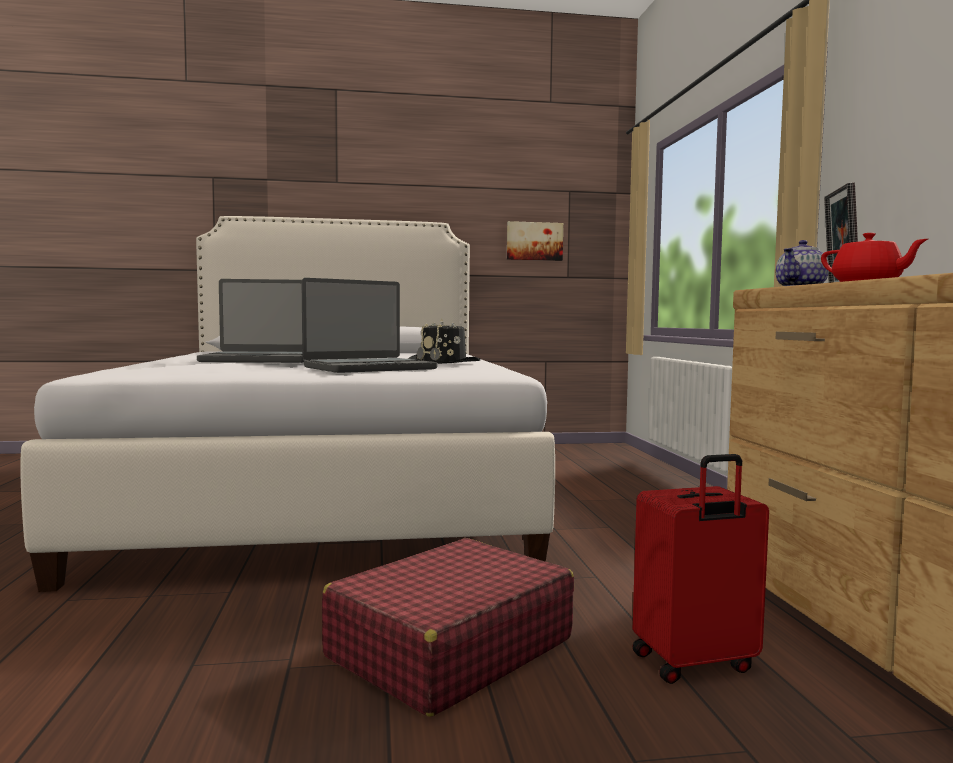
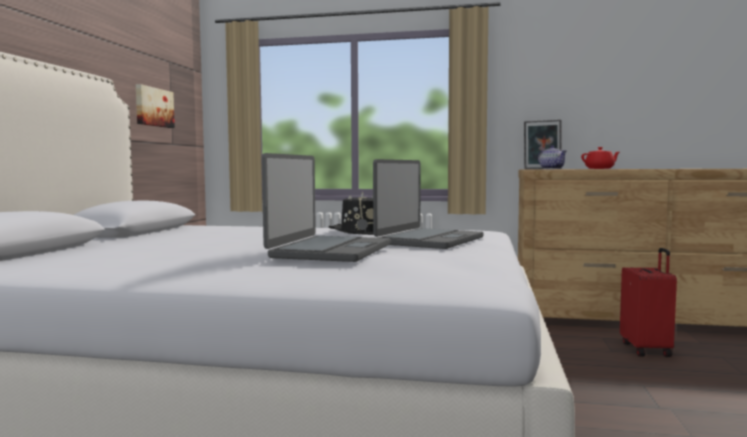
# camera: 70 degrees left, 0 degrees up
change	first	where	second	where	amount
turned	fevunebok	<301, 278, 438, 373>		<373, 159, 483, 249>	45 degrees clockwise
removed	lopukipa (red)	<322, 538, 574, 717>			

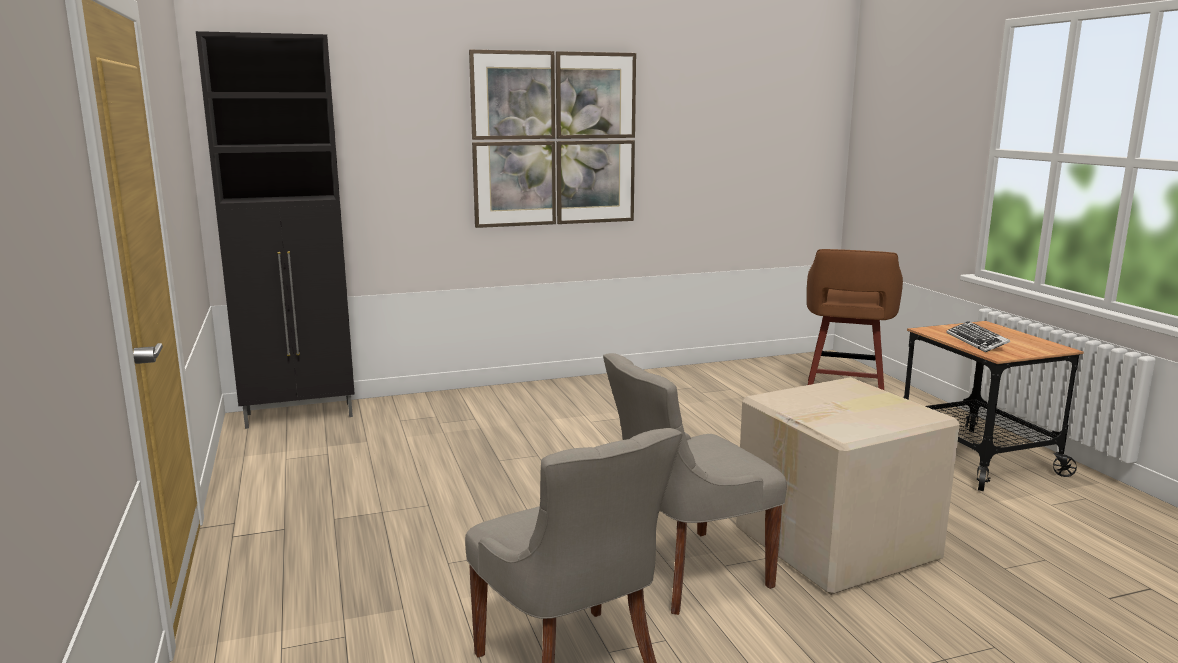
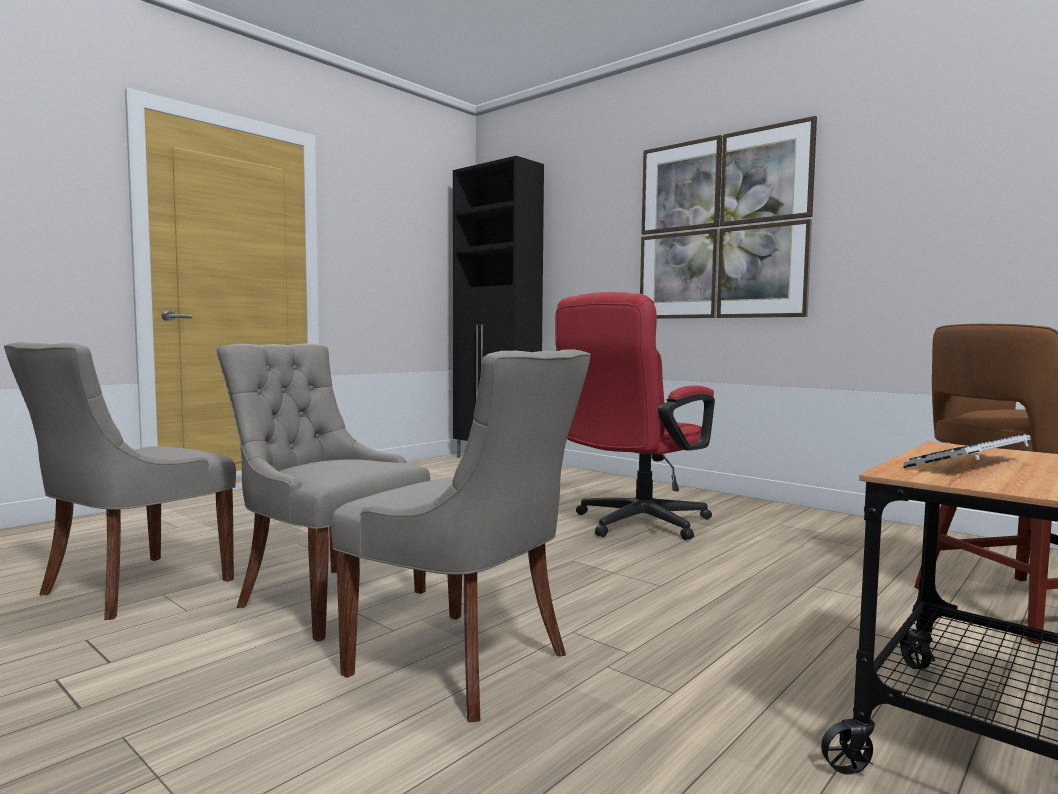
# camera: 60 degrees right, 10 degrees down
change	first	where	second	where	amount
replaced	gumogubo	<736, 377, 960, 595>	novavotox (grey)	<331, 349, 591, 722>	
added			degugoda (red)	<555, 292, 715, 540>	

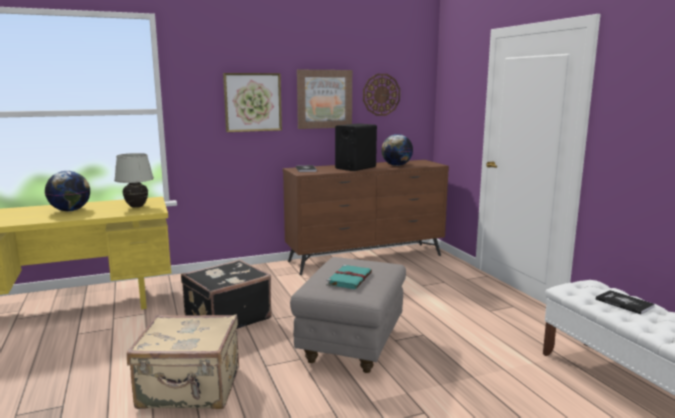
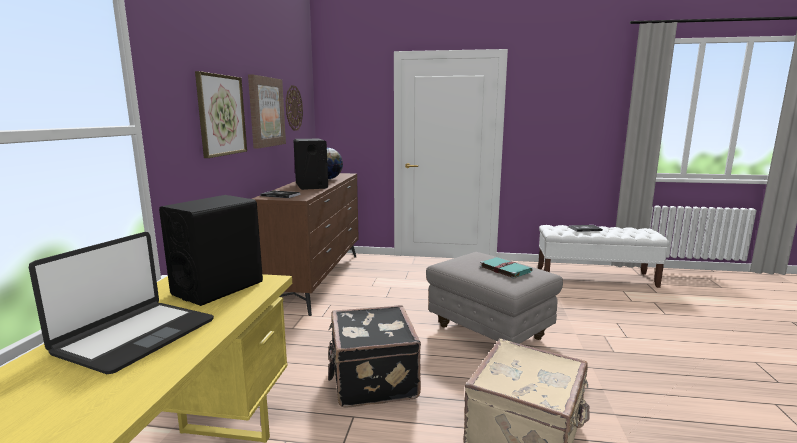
# camera: 60 degrees left, 0 degrees up
change	first	where	second	where	amount
replaced	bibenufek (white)	<114, 153, 154, 208>	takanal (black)	<159, 195, 263, 306>	
replaced	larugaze	<45, 171, 90, 211>	fevunebok	<29, 232, 214, 374>	

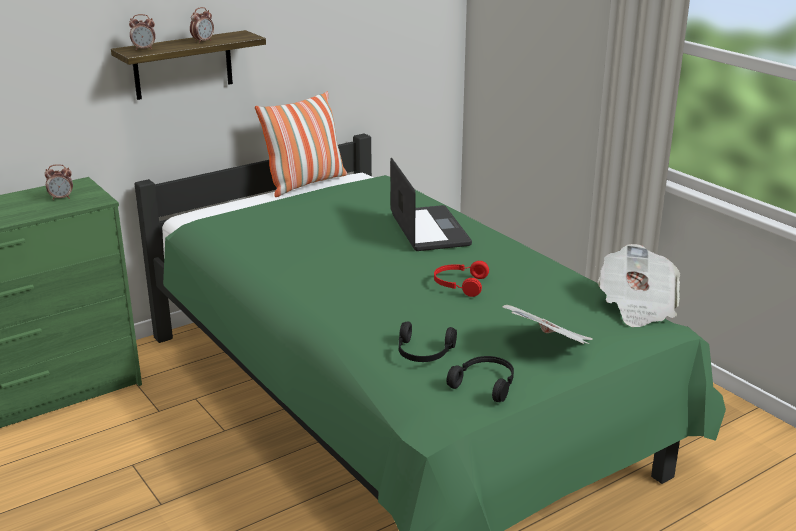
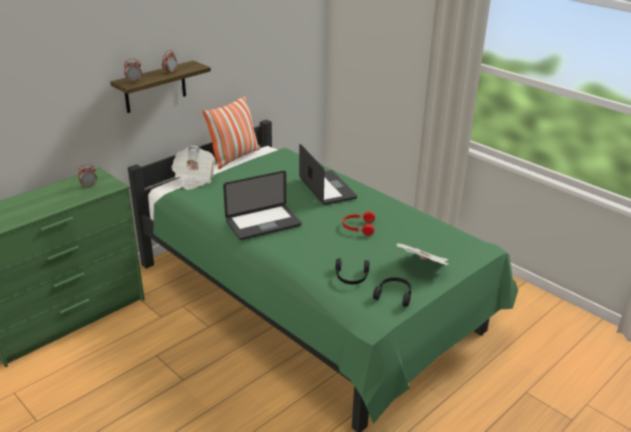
# camera: 10 degrees left, 5 degrees up
change	first	where	second	where	amount
moved	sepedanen	<598, 244, 680, 327>		<171, 146, 215, 190>	
added			fevunebok	<223, 171, 302, 240>	

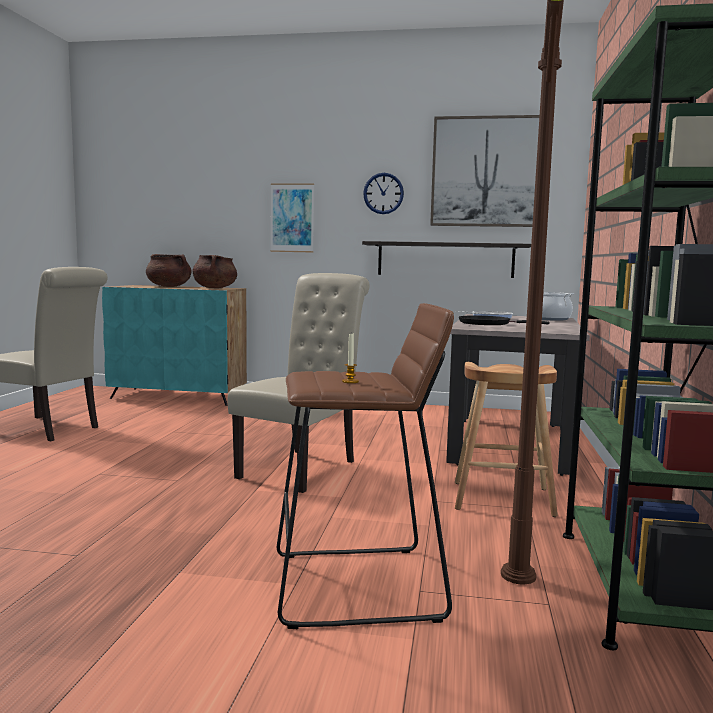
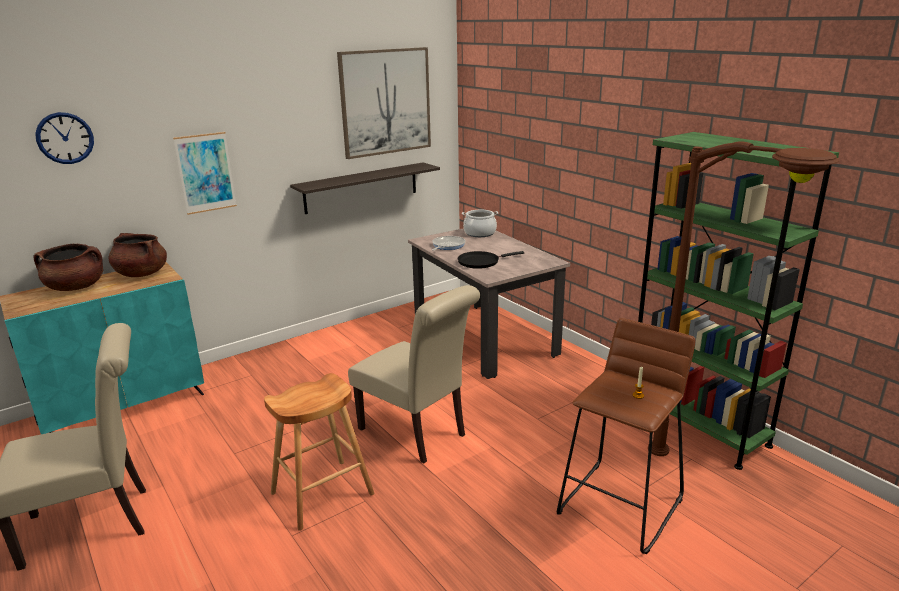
# camera: 45 degrees left, 15 degrees up
change	first	where	second	where	amount
moved	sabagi	<363, 173, 404, 214>		<35, 112, 94, 164>	
turned	novavotox (beige)	<228, 273, 370, 493>		<348, 285, 480, 463>	150 degrees clockwise
moved	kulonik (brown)	<455, 362, 558, 517>		<264, 373, 374, 531>	

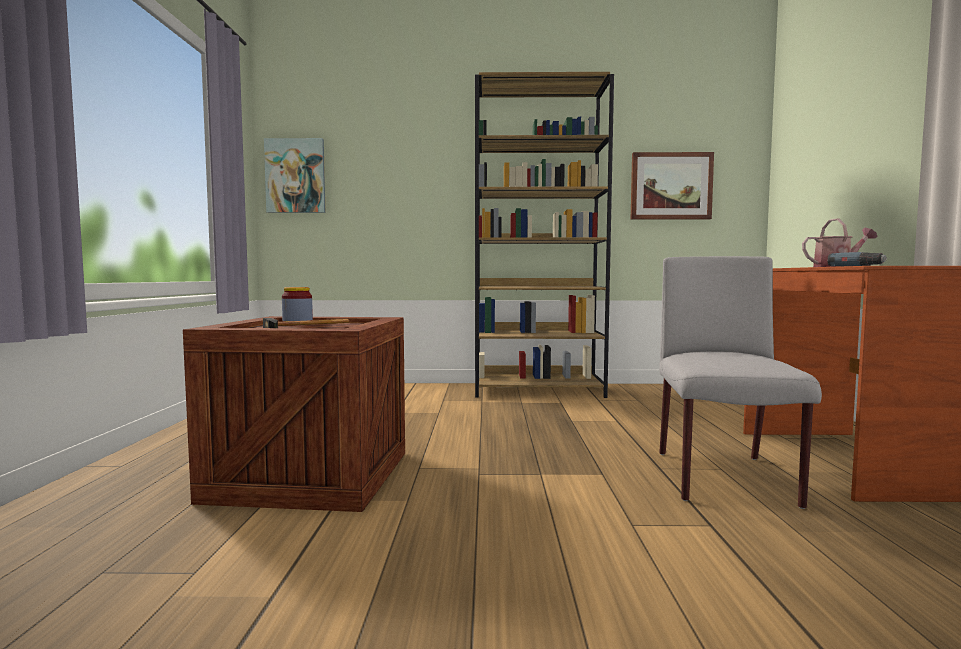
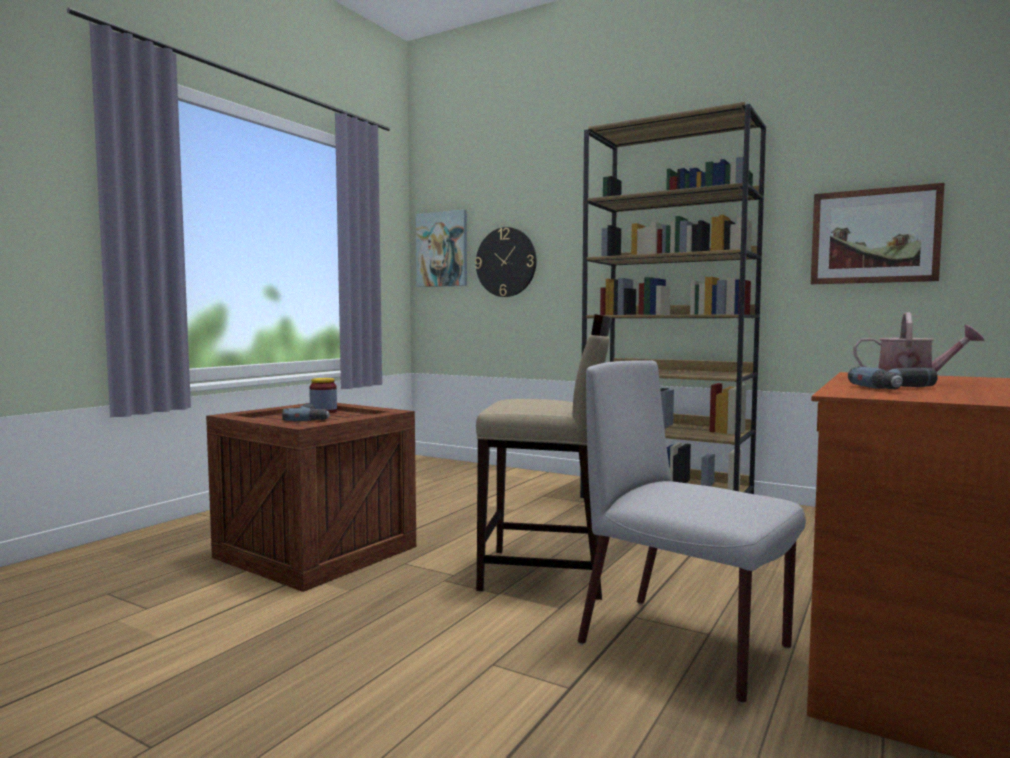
# camera: 30 degrees right, 0 degrees up
change	first	where	second	where	amount
turned	novavotox (grey)	<659, 256, 822, 509>		<578, 360, 806, 703>	90 degrees counterclockwise
replaced	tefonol	<263, 318, 349, 328>	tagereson	<282, 404, 330, 421>	
added			sabagi	<475, 227, 536, 297>	
added			kulonik (beige)	<476, 314, 612, 600>	

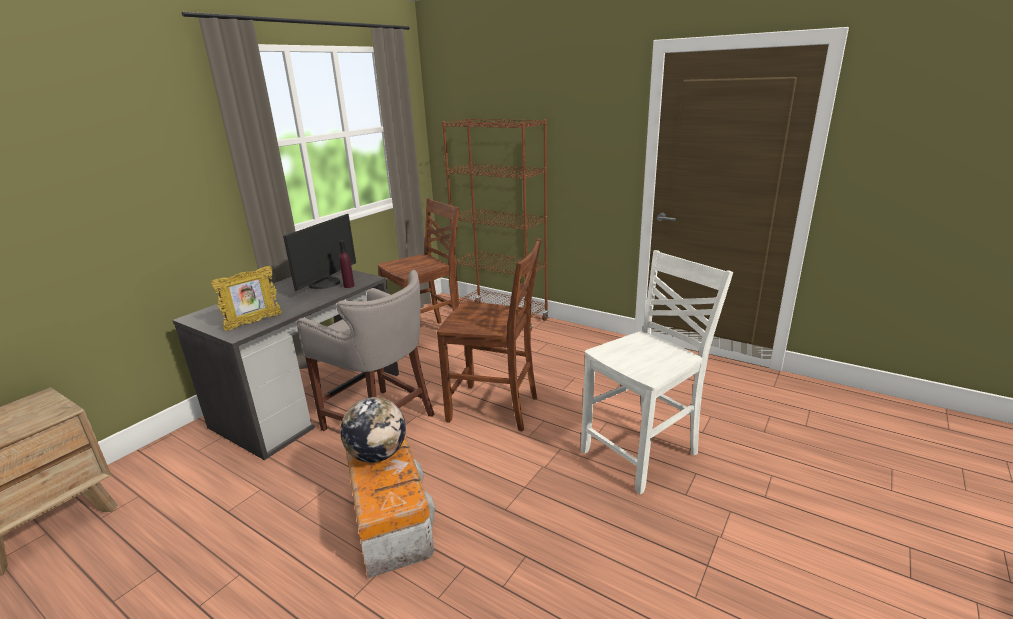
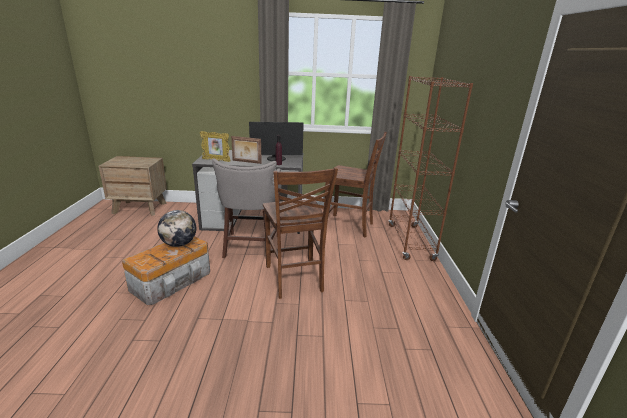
# camera: 55 degrees right, 0 degrees up
change	first	where	second	where	amount
removed	novavotox (white)	<581, 250, 733, 495>			
added			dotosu	<231, 136, 262, 164>	

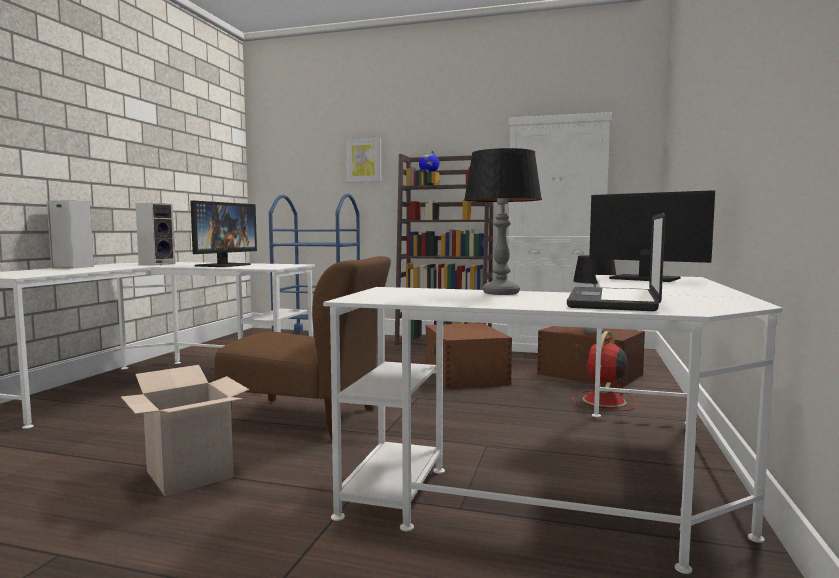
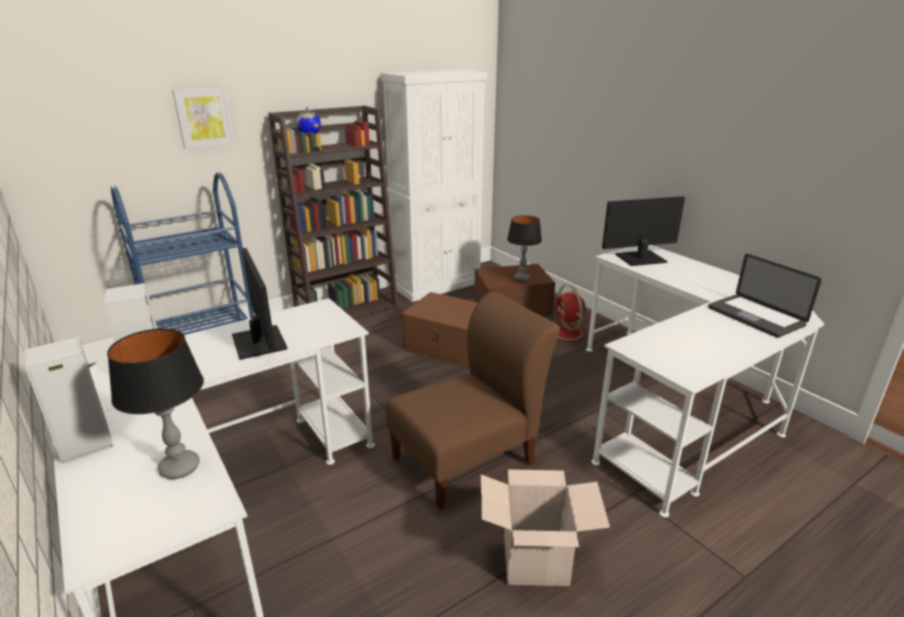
# camera: 50 degrees left, 20 degrees up
change	first	where	second	where	amount
moved	bibenufek	<464, 148, 542, 295>		<107, 328, 204, 479>	

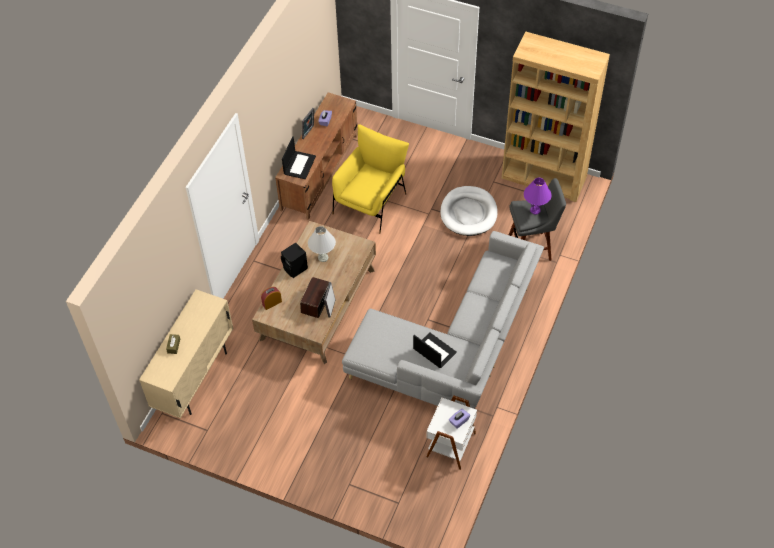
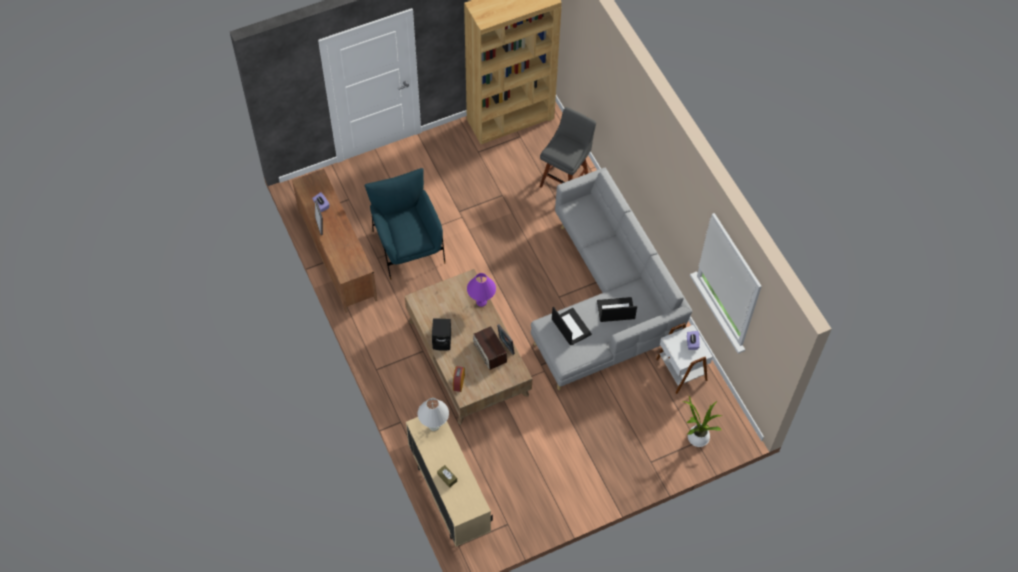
# camera: 50 degrees left, 5 degrees up
change	first	where	second	where	amount
recoloured	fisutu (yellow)	<332, 124, 409, 233>	fisutu (blue)	<365, 168, 445, 280>	
moved	fevunebok	<282, 136, 316, 179>		<552, 307, 592, 346>	
moved	bibenufek (purple)	<524, 178, 552, 215>		<467, 273, 496, 307>	
removed	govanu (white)	<440, 186, 498, 236>			
moved	bibenufek (white)	<308, 226, 336, 262>		<418, 398, 449, 431>	
added			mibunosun	<683, 396, 722, 447>	

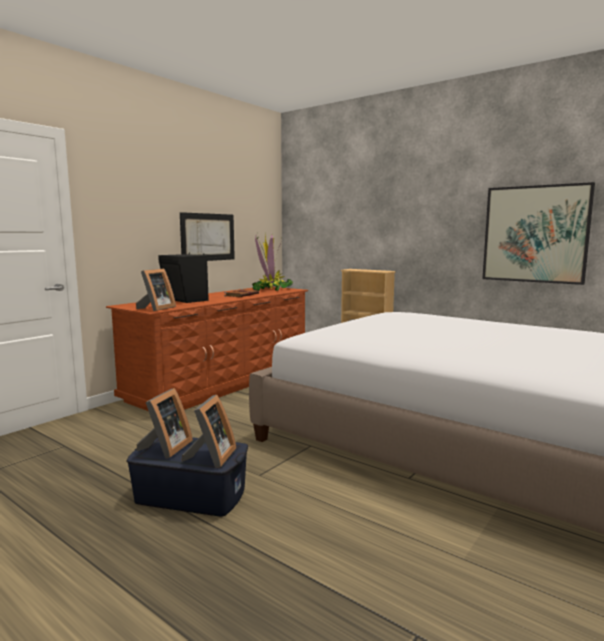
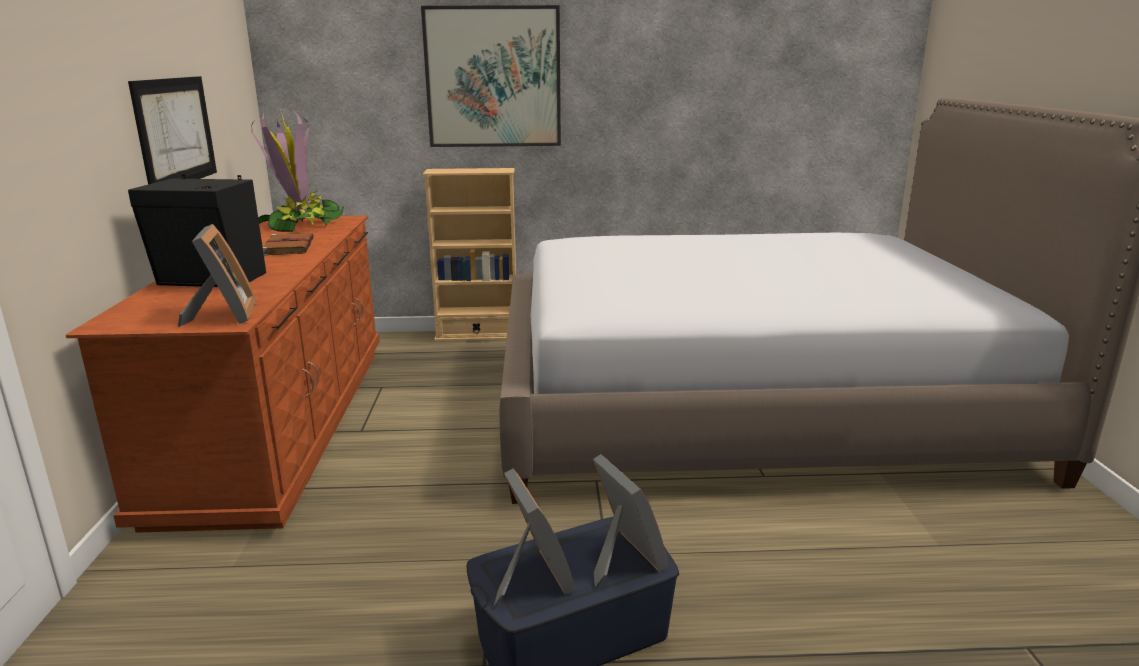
# camera: 40 degrees left, 10 degrees up
change	first	where	second	where	amount
moved	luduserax	<482, 182, 595, 285>		<421, 5, 561, 147>	

